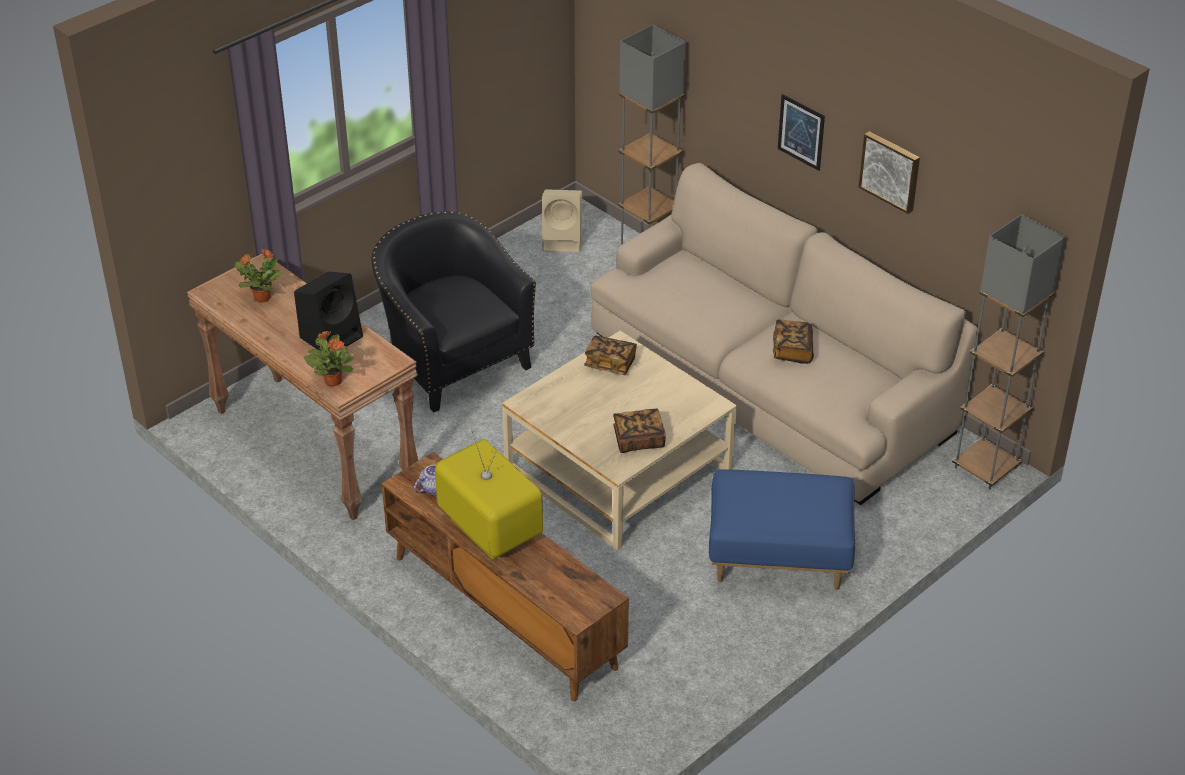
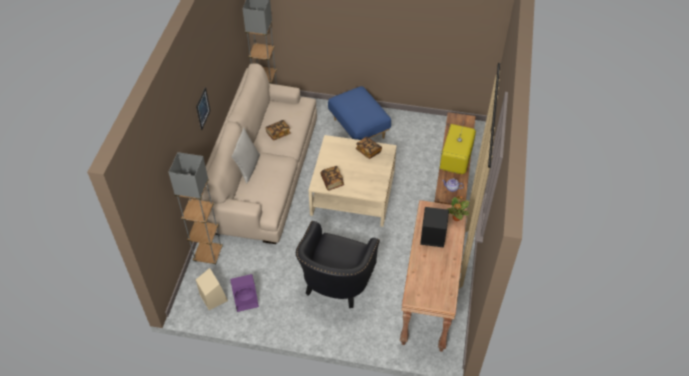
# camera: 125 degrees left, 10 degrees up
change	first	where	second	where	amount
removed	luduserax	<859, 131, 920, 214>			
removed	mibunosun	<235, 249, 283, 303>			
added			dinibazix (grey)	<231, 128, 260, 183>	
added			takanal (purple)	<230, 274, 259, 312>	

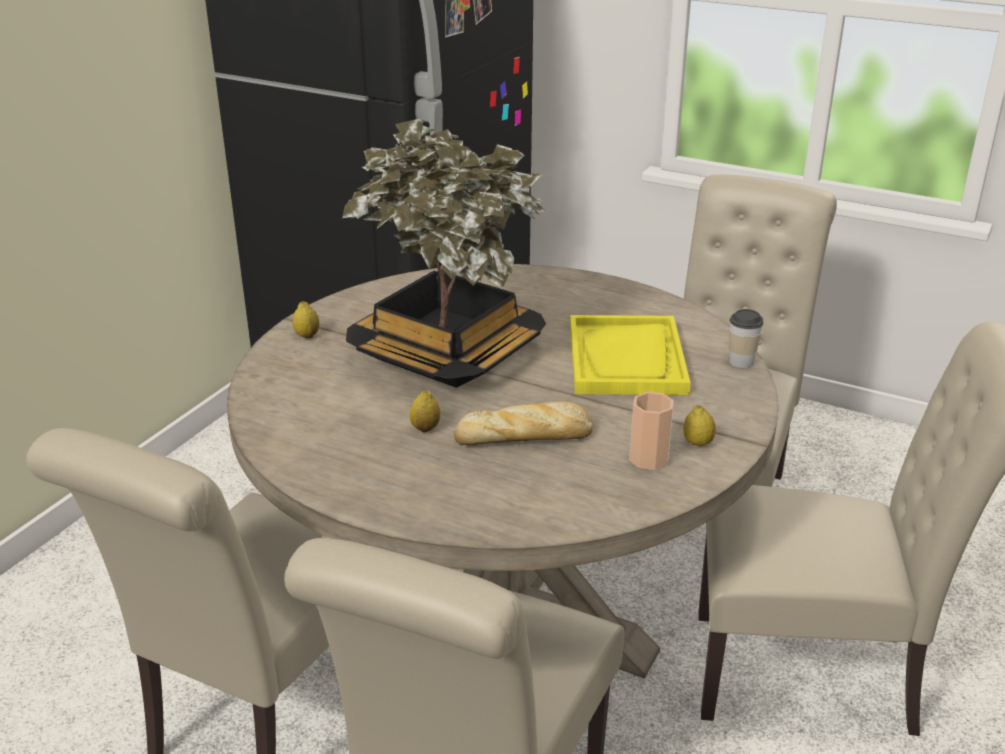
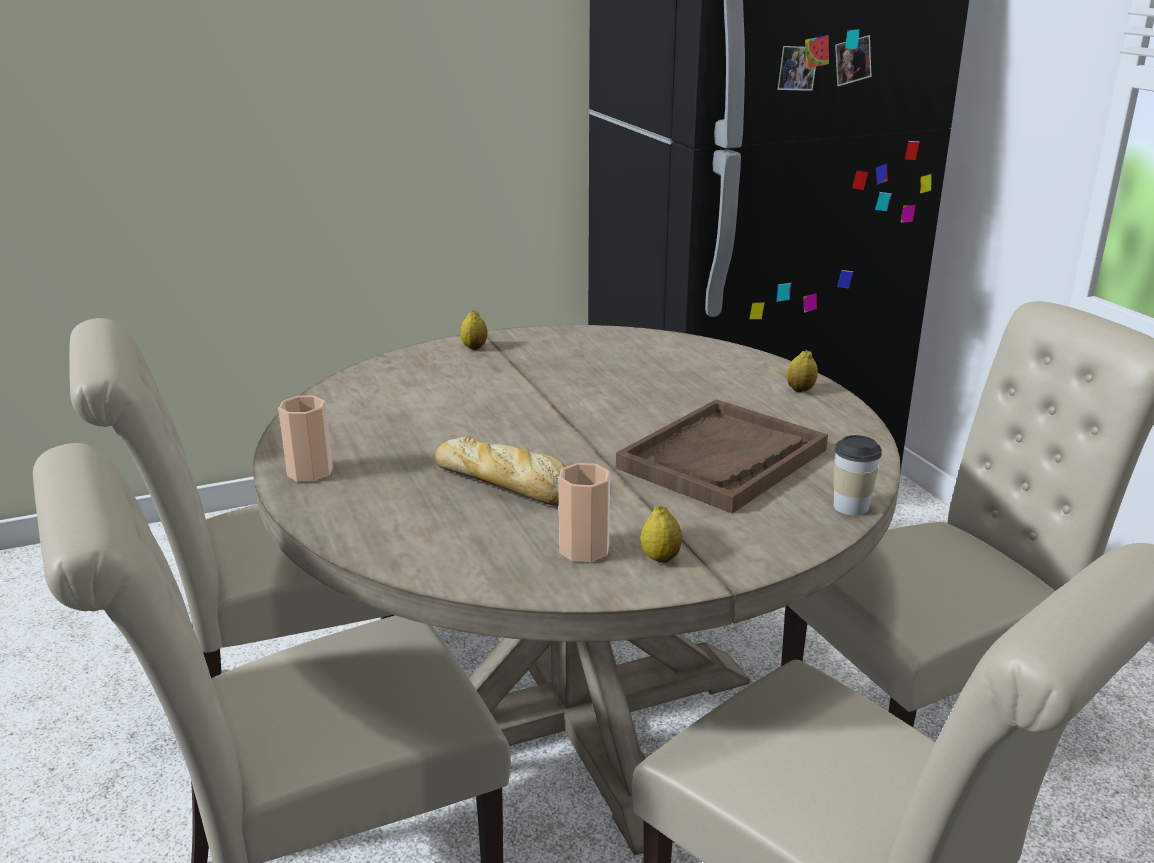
# camera: 40 degrees right, 5 degrees down
change	first	where	second	where	amount
removed	mibunosun	<342, 119, 546, 388>			
recoloured	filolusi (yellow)	<570, 315, 691, 395>	filolusi (brown)	<616, 399, 828, 513>	
moved	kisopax	<410, 390, 440, 433>		<786, 350, 818, 392>	
added			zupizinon	<278, 396, 333, 482>	

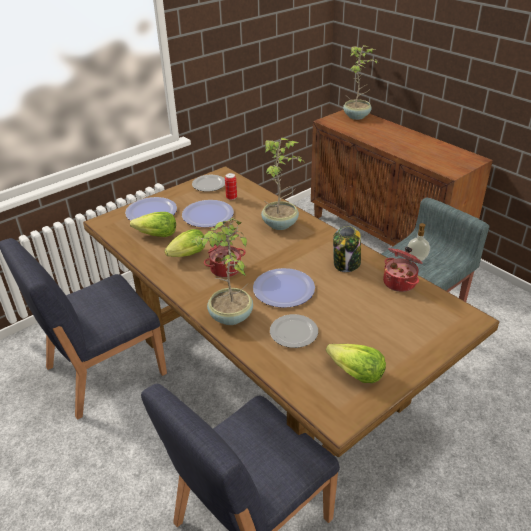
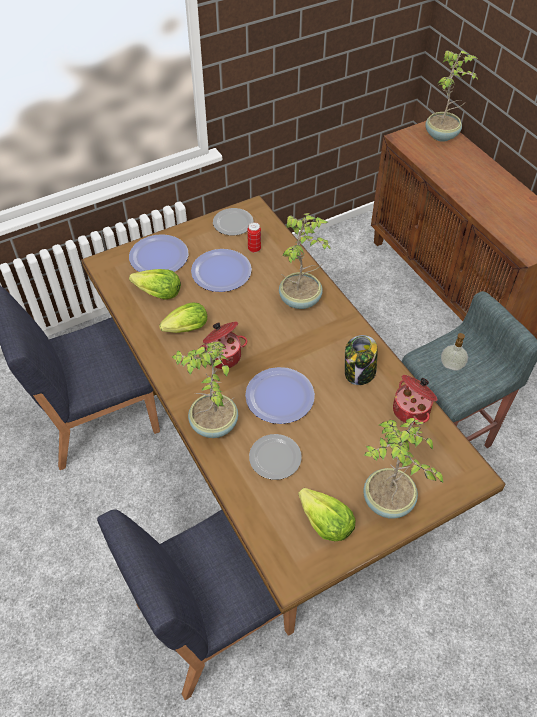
# camera: 10 degrees right, 15 degrees up
change	first	where	second	where	amount
added			mibunosun	<363, 418, 443, 519>	

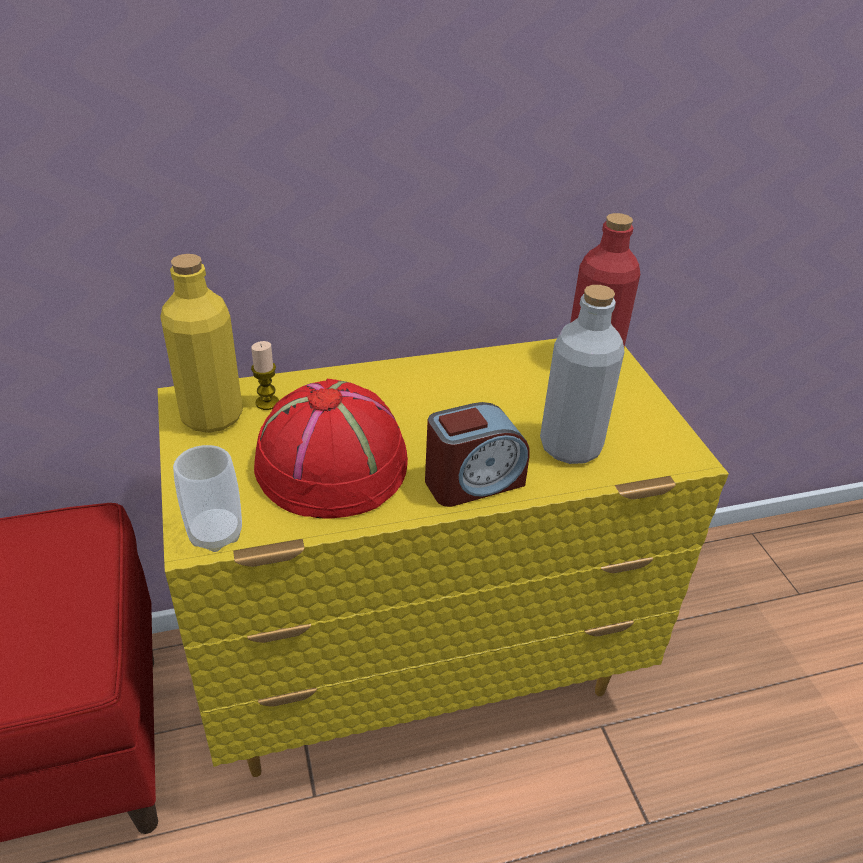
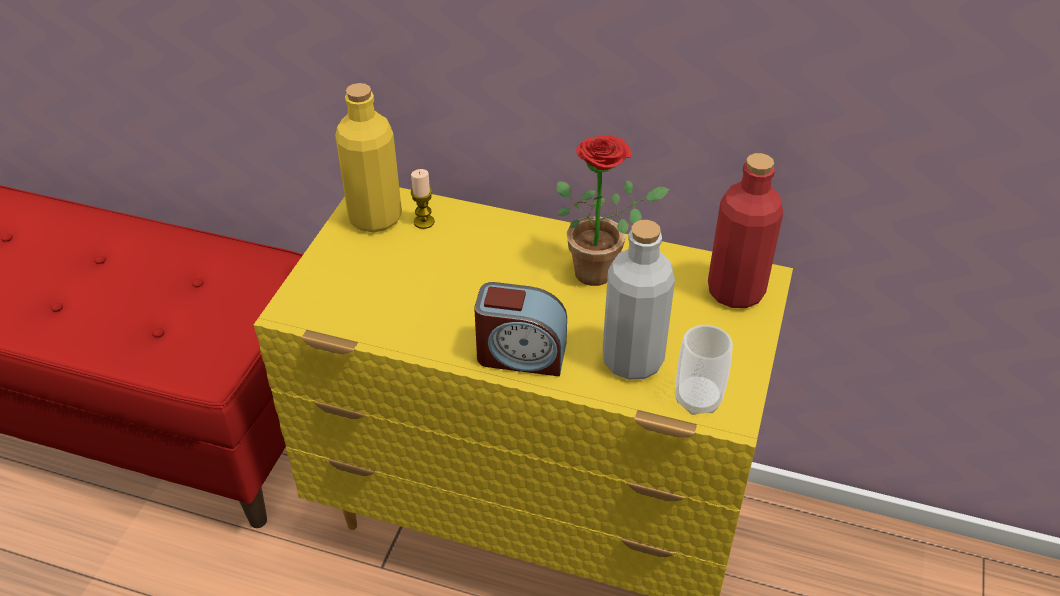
# camera: 35 degrees right, 5 degrees up
change	first	where	second	where	amount
removed	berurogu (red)	<254, 379, 408, 519>			
moved	zupizinon	<173, 445, 242, 552>		<675, 325, 733, 415>	
added			mibunosun	<556, 135, 669, 286>	

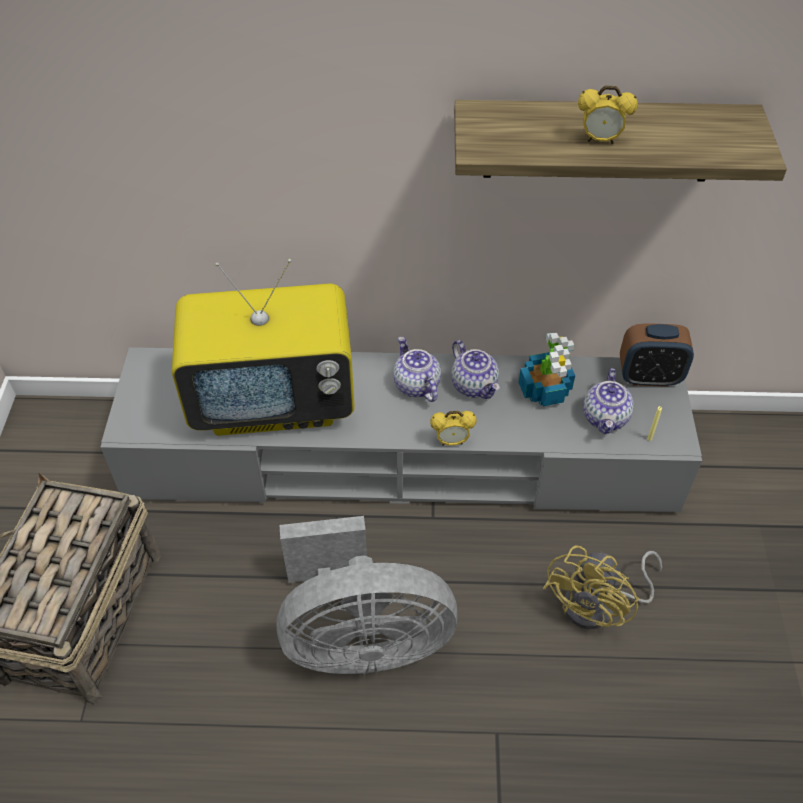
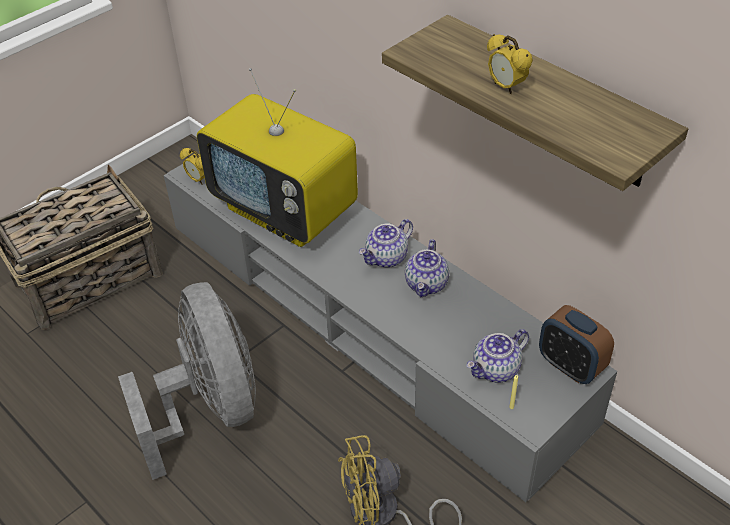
# camera: 45 degrees right, 5 degrees down
change	first	where	second	where	amount
removed	mibunosun	<518, 333, 575, 406>			
turned	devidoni	<393, 336, 441, 402>		<359, 219, 413, 268>	150 degrees counterclockwise
moved	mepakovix	<430, 410, 477, 446>		<180, 148, 205, 185>	
turned	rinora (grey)	<276, 516, 457, 674>		<118, 282, 256, 480>	150 degrees counterclockwise

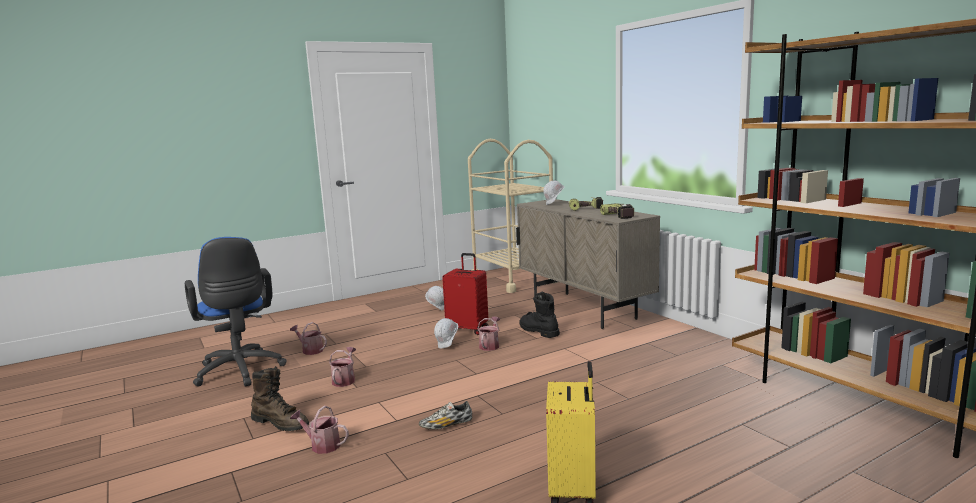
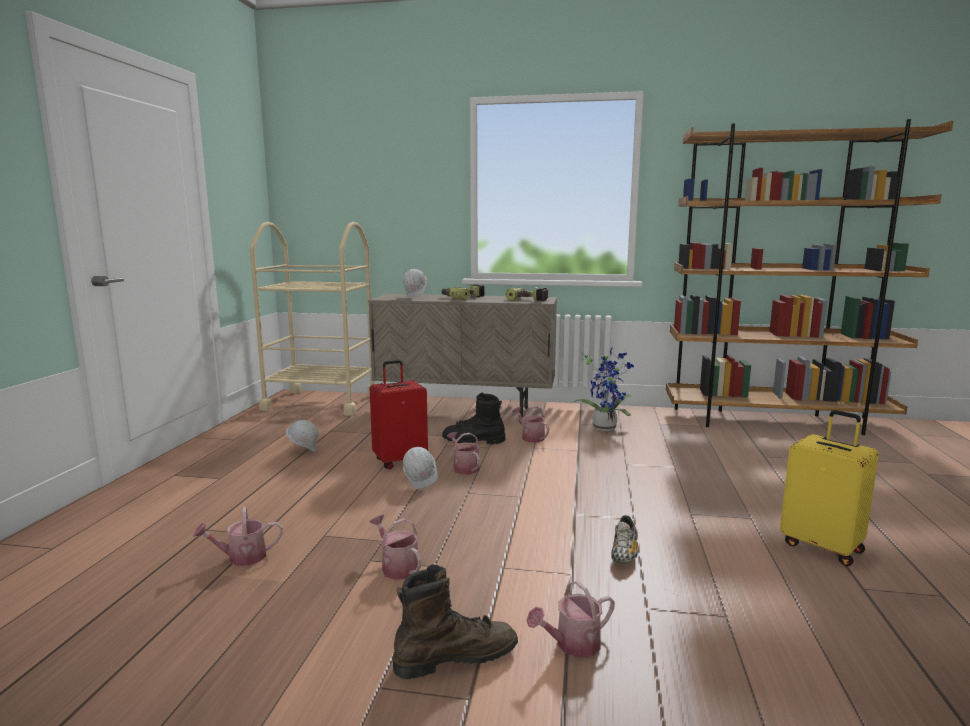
# camera: 50 degrees left, 0 degrees up
change	first	where	second	where	amount
removed	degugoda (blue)	<185, 237, 286, 386>			
added			mibunosun	<571, 348, 634, 431>	
added			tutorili	<512, 406, 549, 442>	

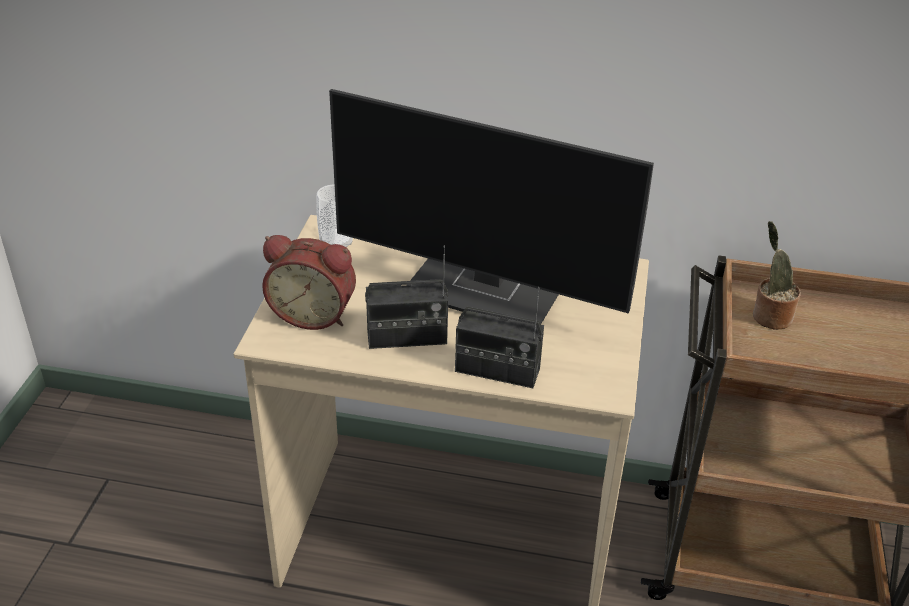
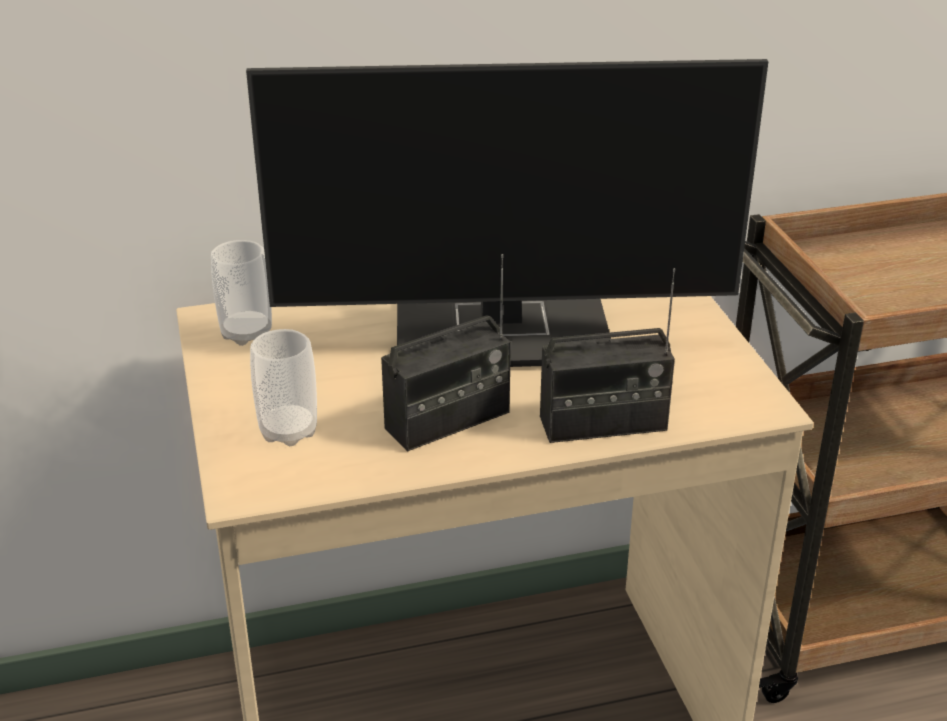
# camera: 25 degrees left, 5 degrees down
change	first	where	second	where	amount
removed	mibunosun	<753, 221, 801, 330>			
replaced	mepakovix	<262, 235, 356, 330>	zupizinon	<250, 329, 317, 446>	

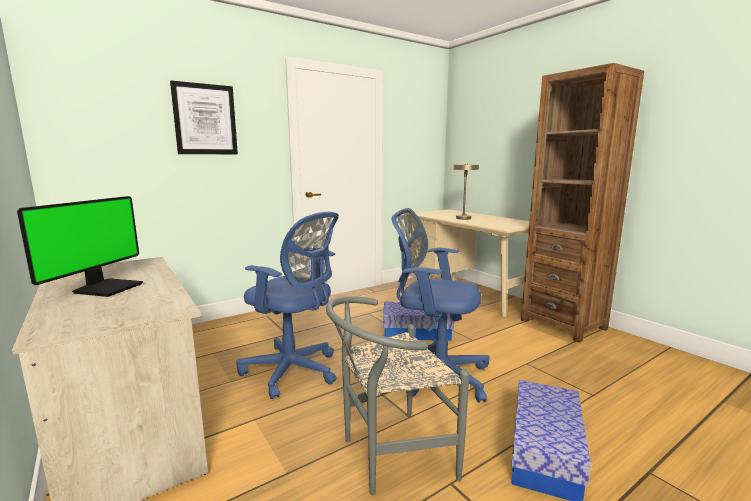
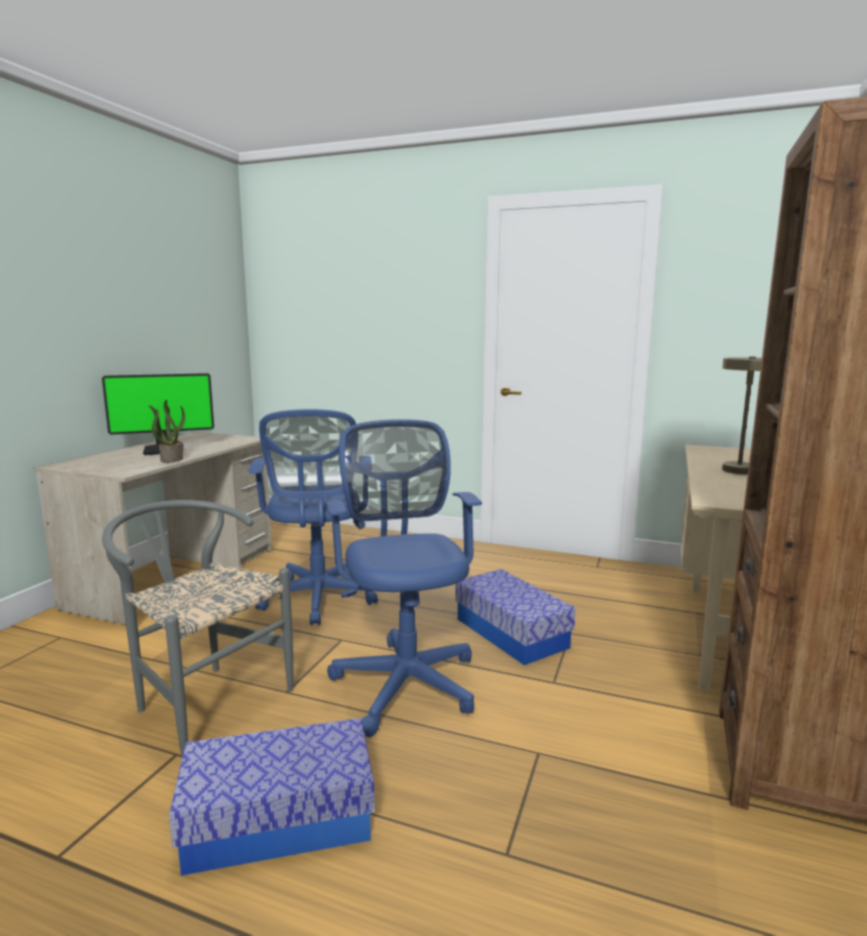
# camera: 55 degrees right, 0 degrees up
change	first	where	second	where	amount
removed	luduserax	<170, 80, 238, 154>			
added			mibunosun	<149, 400, 185, 463>	

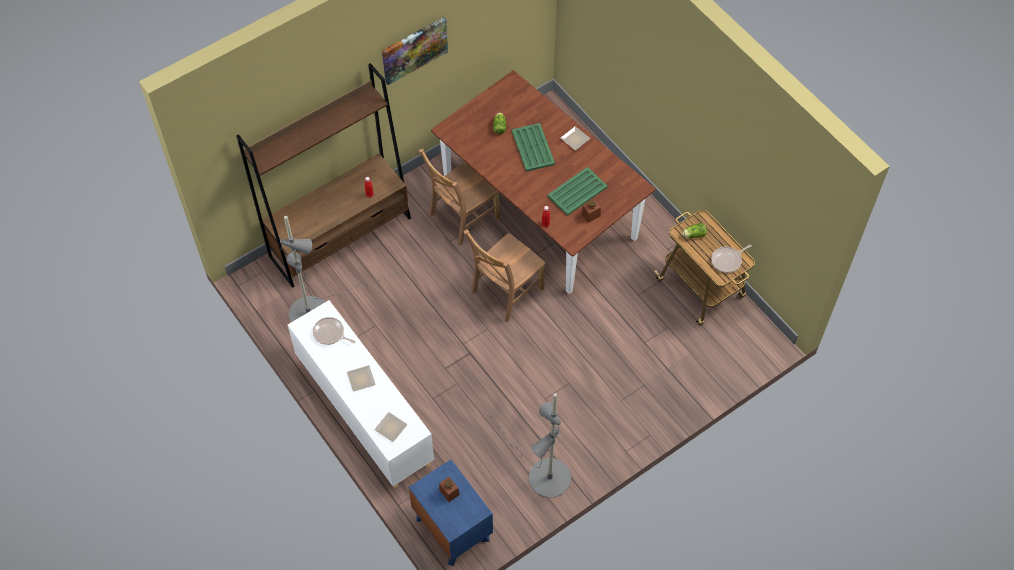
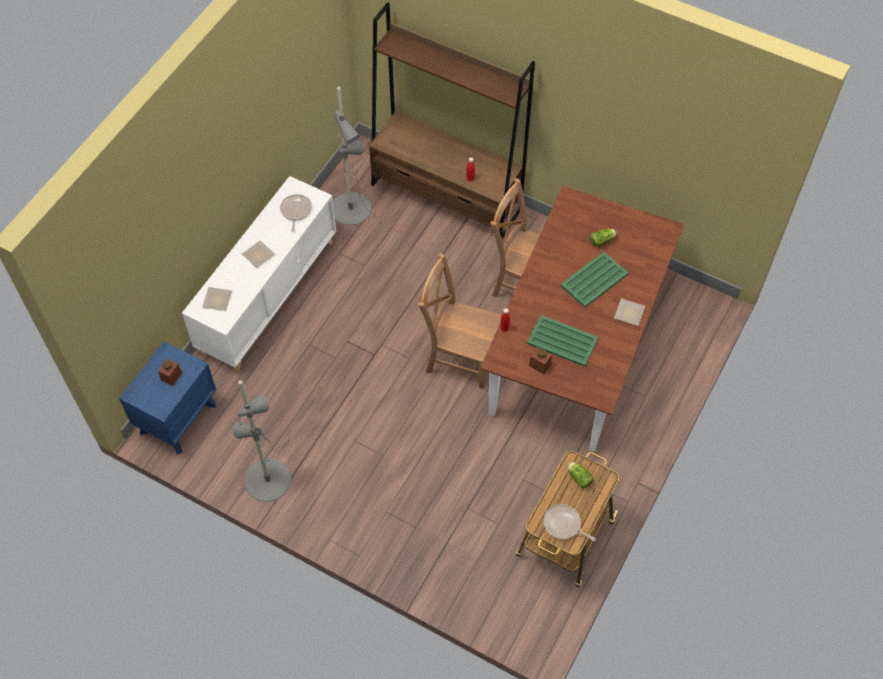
# camera: 65 degrees right, 0 degrees up
change	first	where	second	where	amount
removed	luduserax	<382, 17, 448, 85>			

